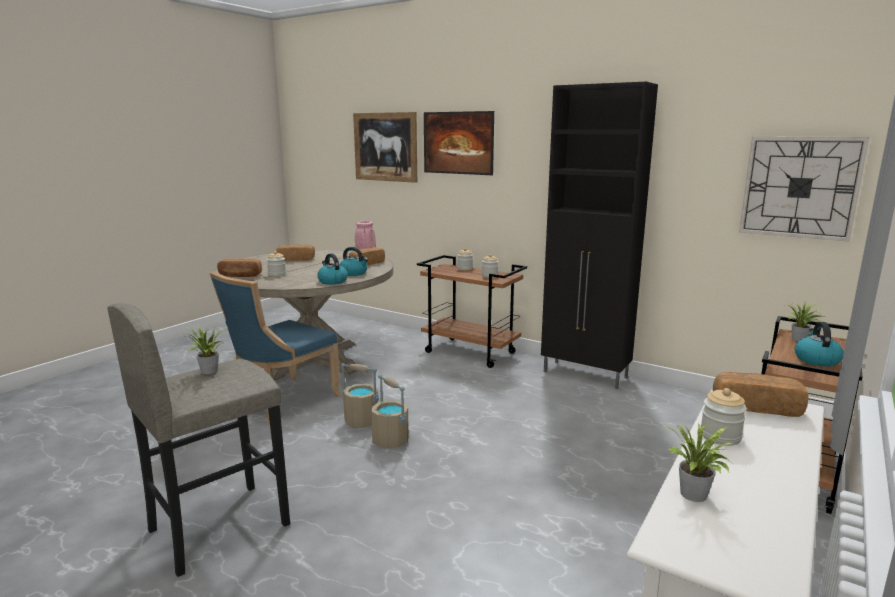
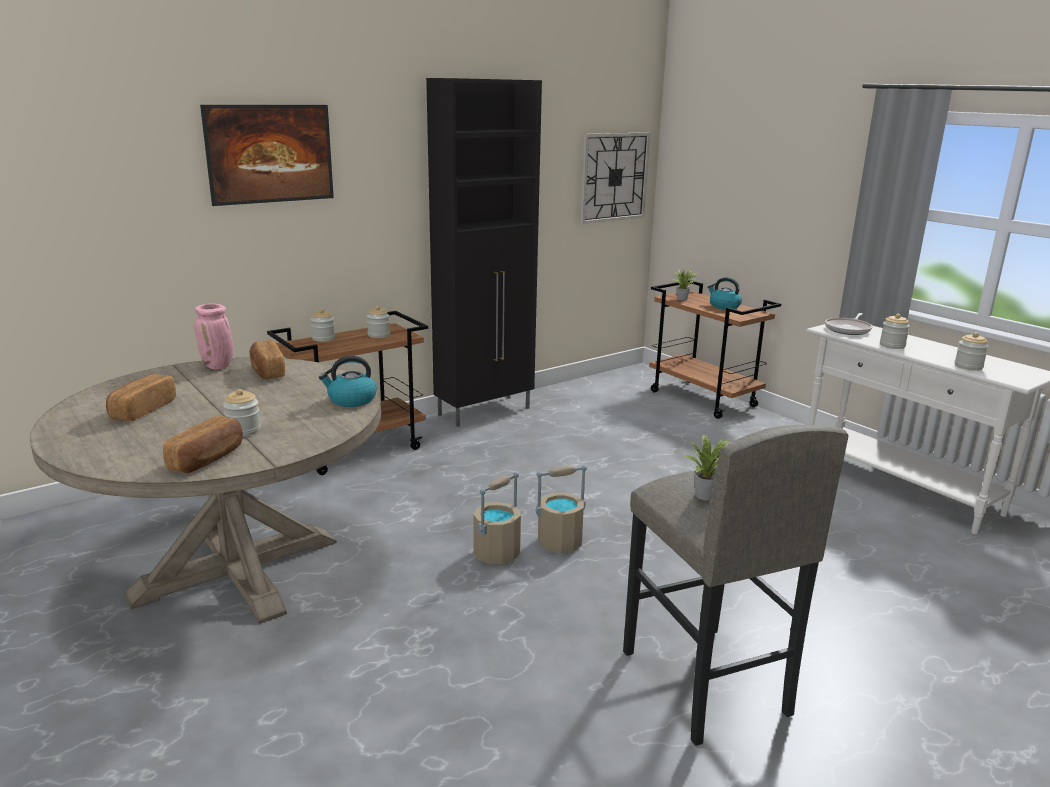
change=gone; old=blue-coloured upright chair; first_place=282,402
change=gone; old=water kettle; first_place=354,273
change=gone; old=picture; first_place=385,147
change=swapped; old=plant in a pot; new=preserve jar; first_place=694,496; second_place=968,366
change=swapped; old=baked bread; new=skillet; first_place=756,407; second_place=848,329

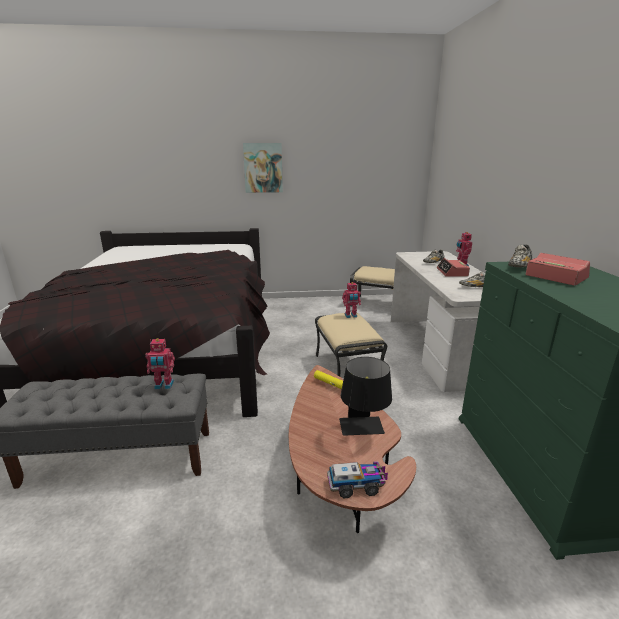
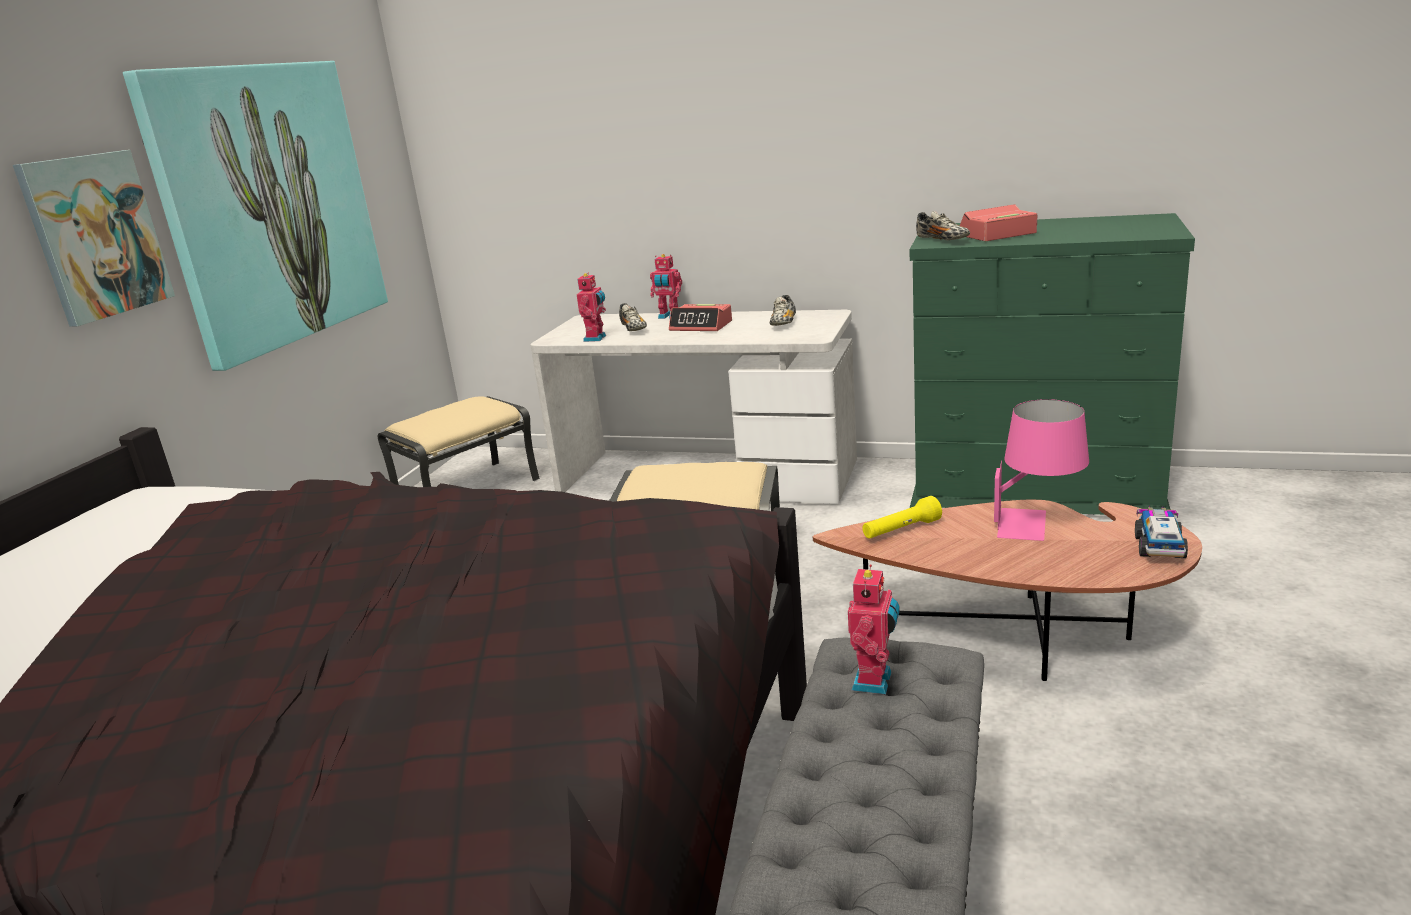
change=repainted; old=black lamp for a table; new=pink lamp for a table; first_place=363,431; second_place=1038,524
change=shifted; old=toy robot; first_place=351,316; second_place=596,338
change=new; new=picture; second_place=269,206

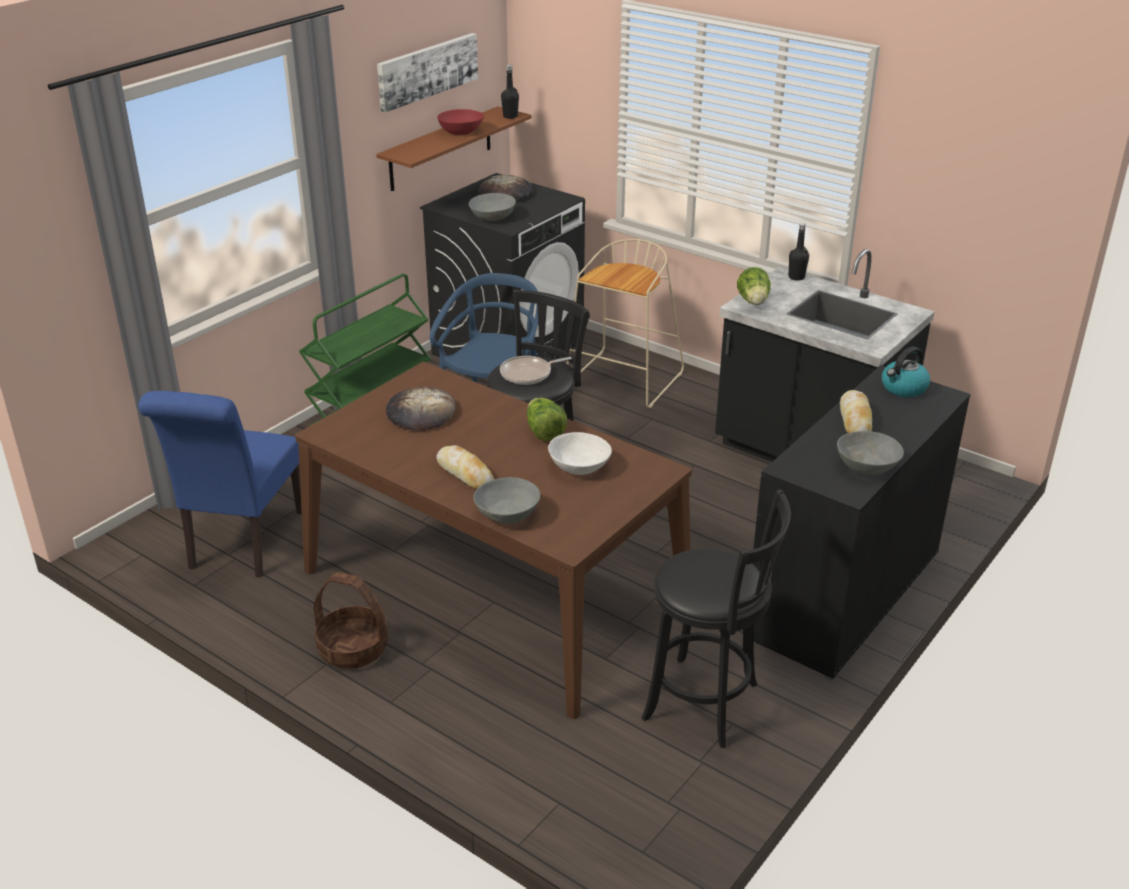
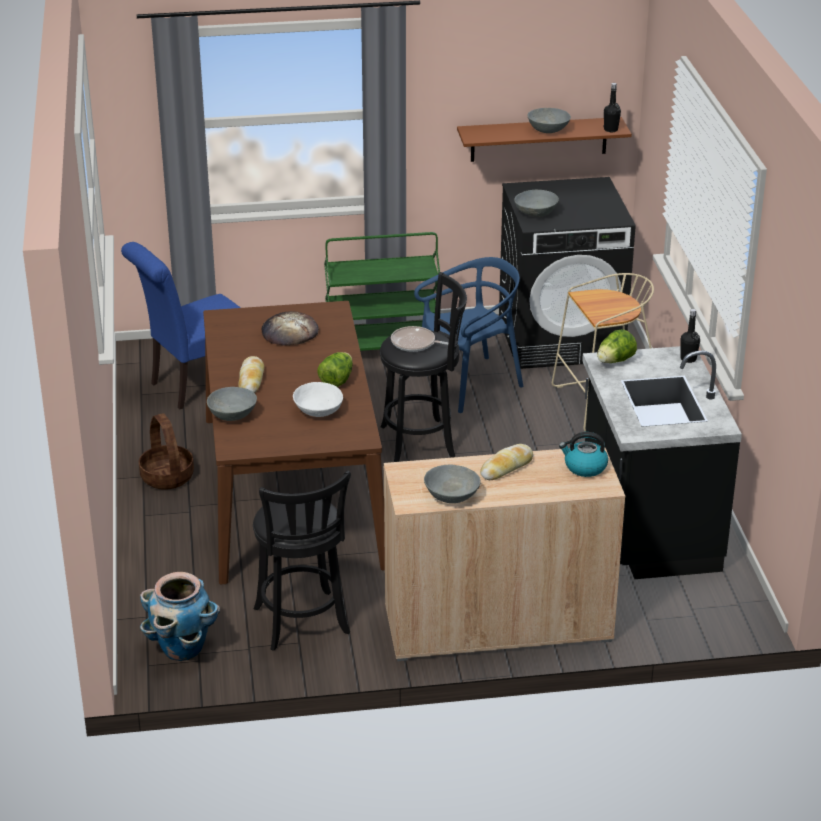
change=gone; old=picture; first_place=427,71
change=repainted; old=reddish bowl; new=grey bowl; first_place=461,132; second_place=548,130
change=gone; old=baked bread; first_place=506,193
change=repainted; old=black cabinet; new=beige-coloured cabinet; first_place=844,595; second_place=497,624
change=new; new=plant pot; second_place=183,649

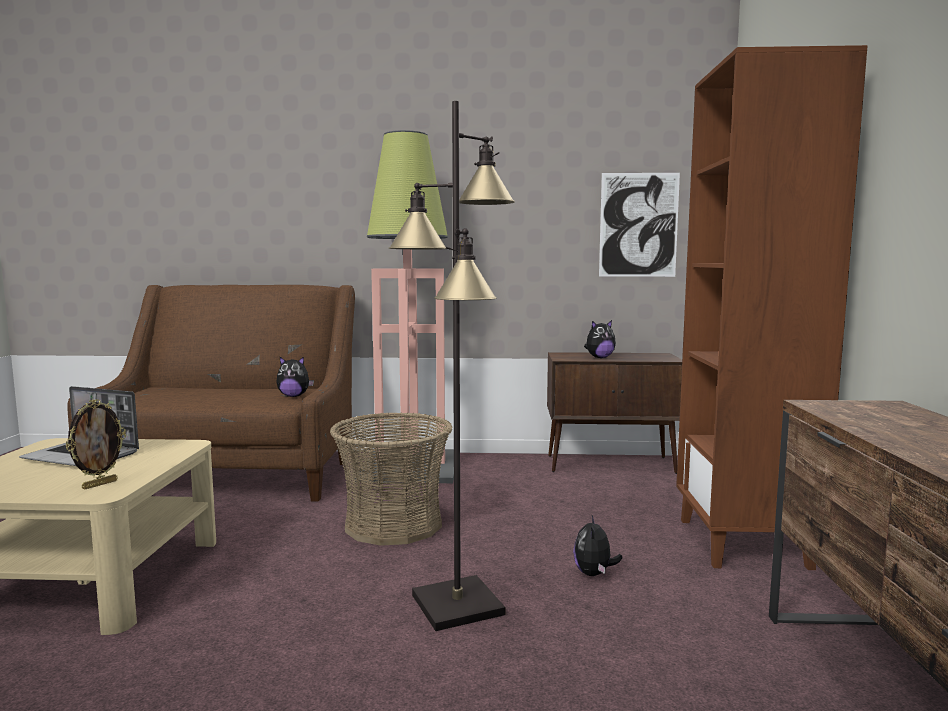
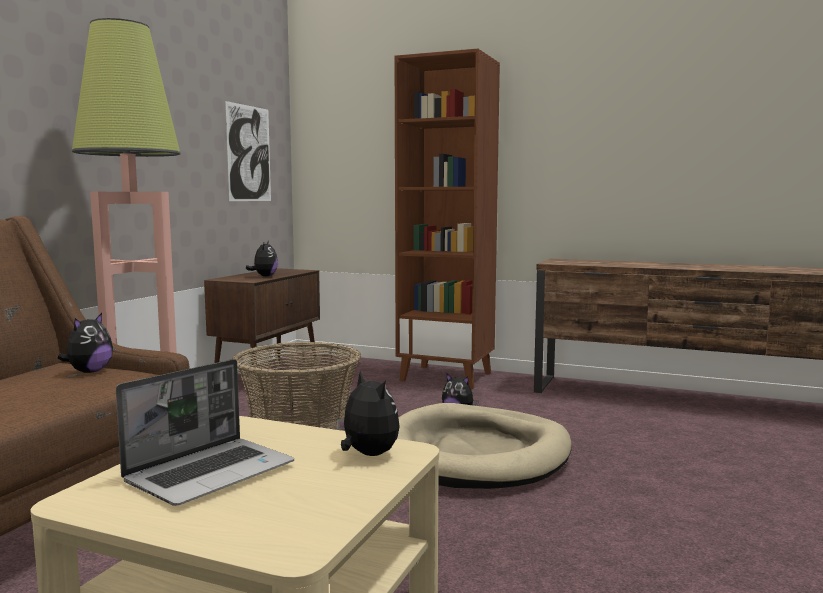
change=swapped; old=picture frame; new=soft toy; first_place=99,484; second_place=367,454
change=swapped; old=black floor lamp; new=beige-coloured dog cushion; first_place=459,605; second_place=475,454

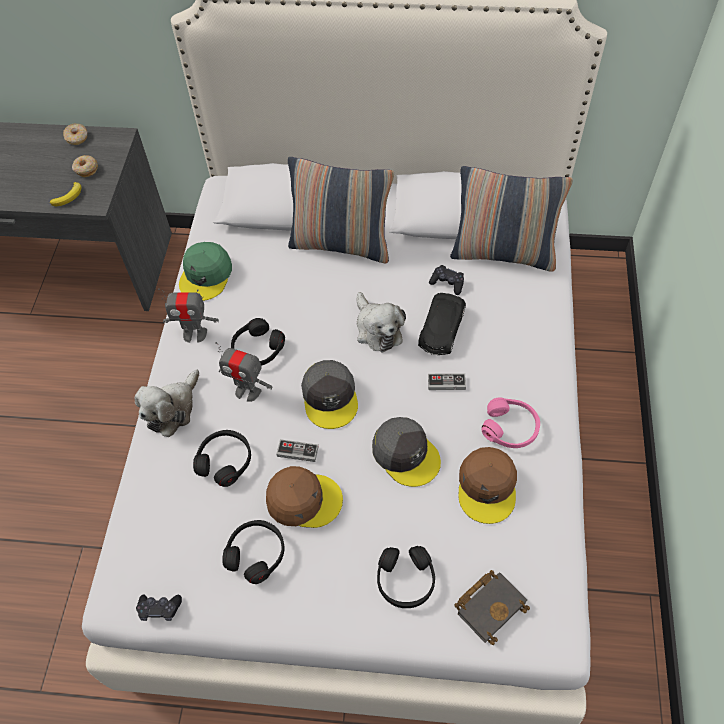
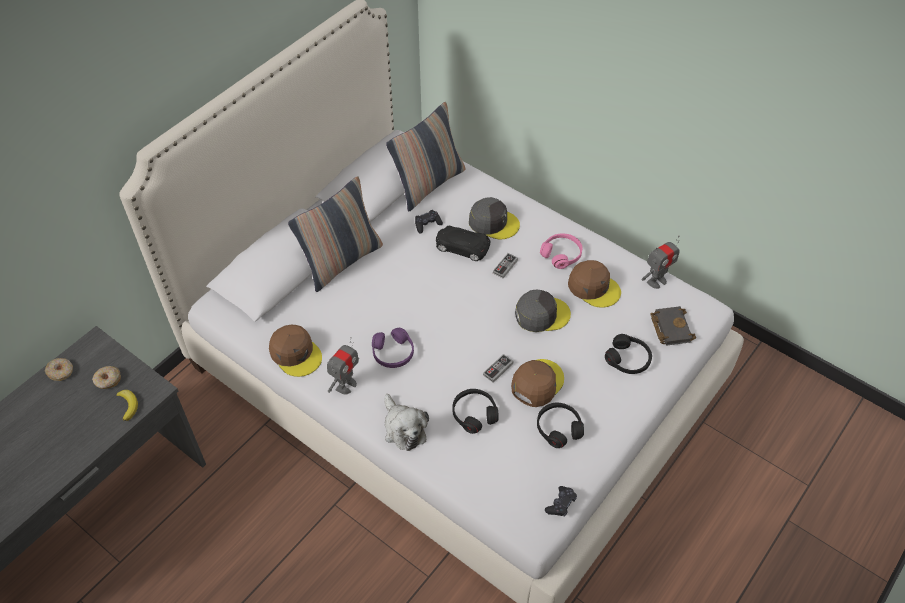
change=repainted; old=green-coloured cap; new=brown-coloured cap; first_place=206,275; second_place=296,353
change=shifted; old=toy robot; first_place=247,391; second_place=656,281
change=repainted; old=black pair of headphones; new=purple pair of headphones; first_place=257,349; second_place=393,353
change=shifted; old=grey cap; first_place=330,397; second_place=493,222
change=gone; old=soft toy; first_place=377,329
change=rotated; old=black miniature car; first_place=441,329; second_place=462,247; degrees=150

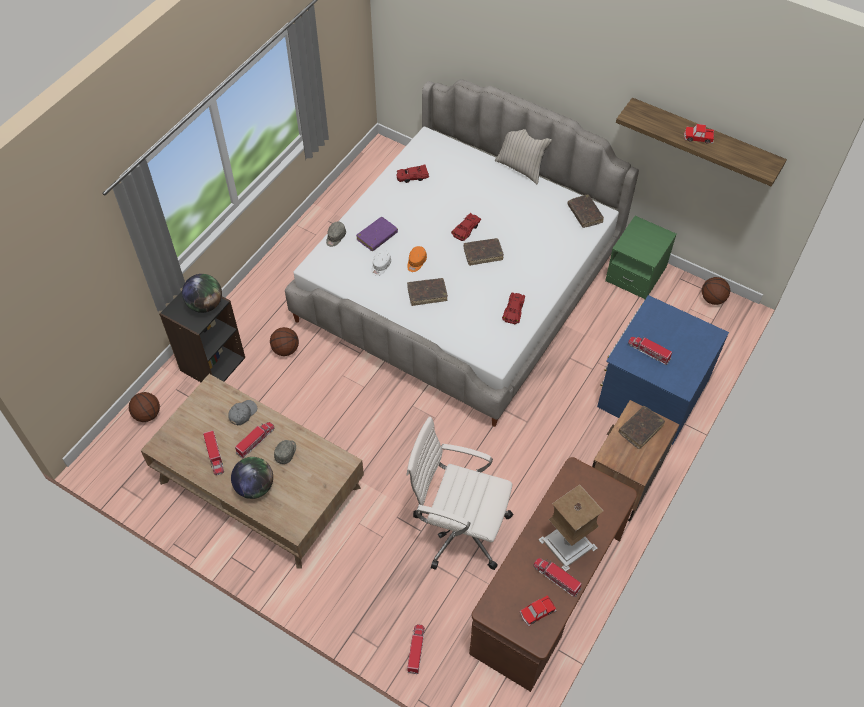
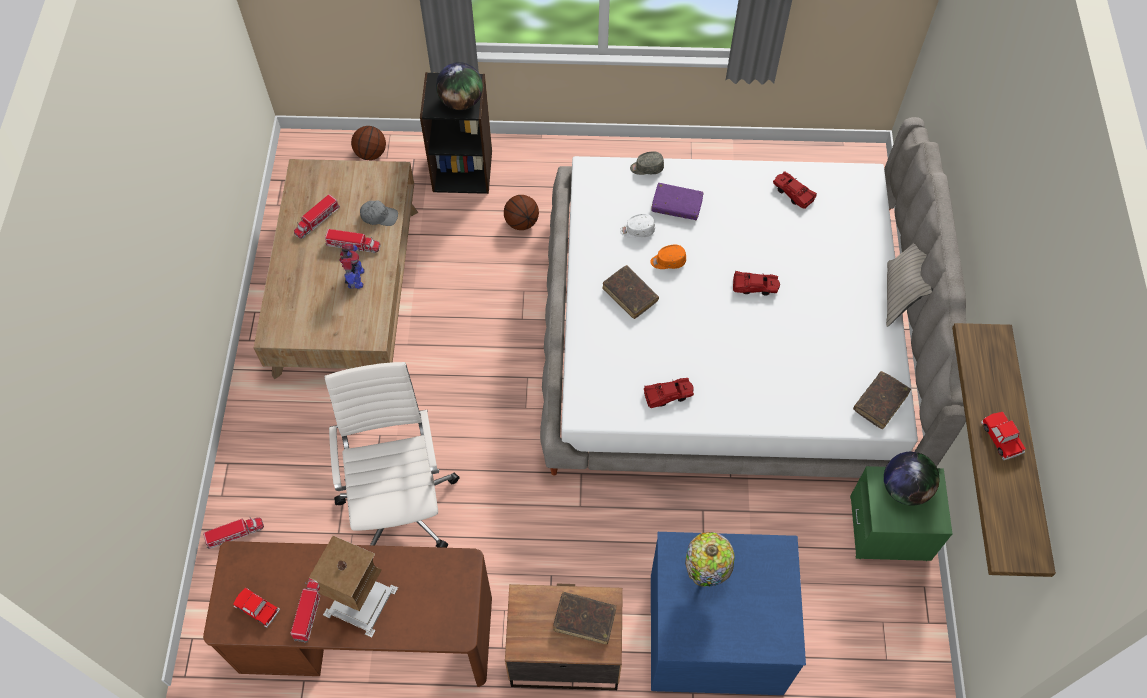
change=shifted; old=desk globe; first_place=255,487; second_place=904,488
change=swapped; old=grey cap; new=toy robot; first_place=286,453; second_place=355,279
change=gone; old=brown-coloured volume; first_place=483,254
change=swapped; old=toy truck; new=lamp for a table; first_place=649,352; second_place=704,576
change=gone; old=ball for basketball; first_place=713,299

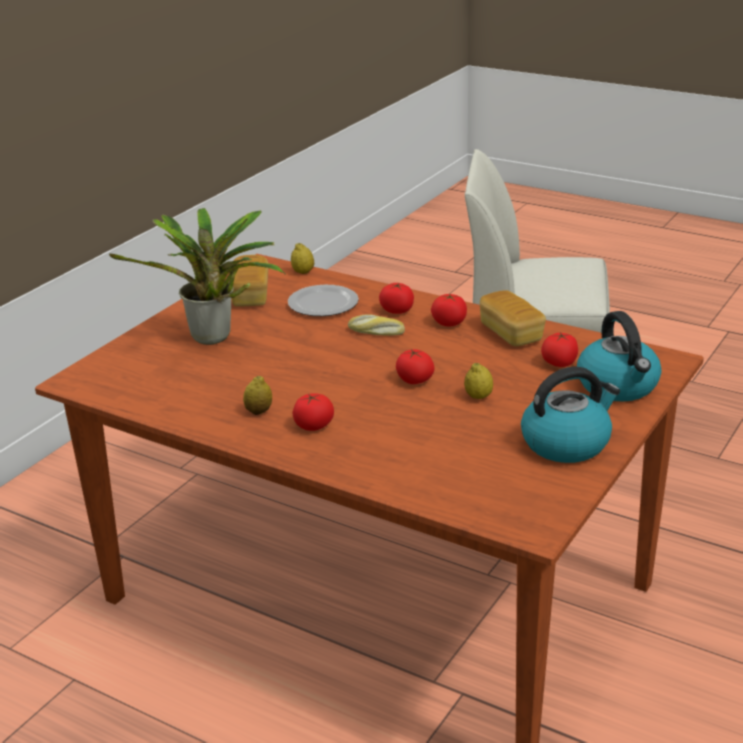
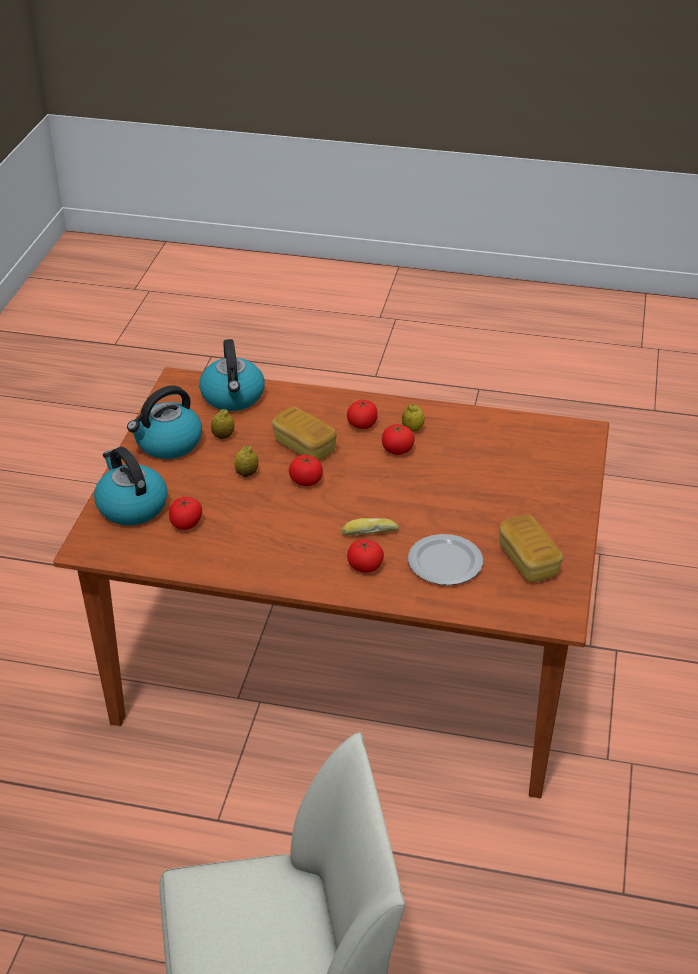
change=gone; old=plant in a pot; first_place=214,340
change=shifted; old=whole lemon; first_place=303,272; second_place=223,436
change=shifted; old=whole tomato; first_place=449,323; second_place=397,450
change=shifted; old=baked bread; first_place=511,333; second_place=304,446
change=new; new=water kettle; second_place=233,397

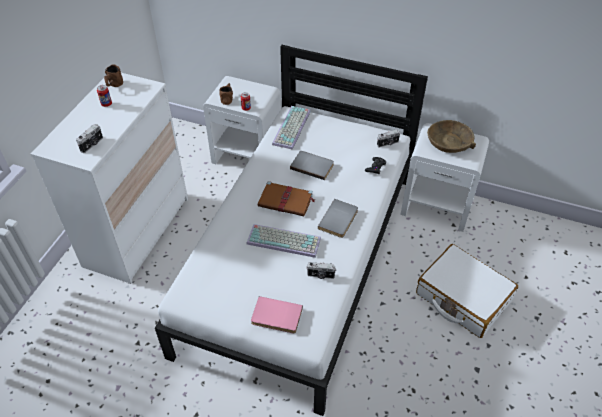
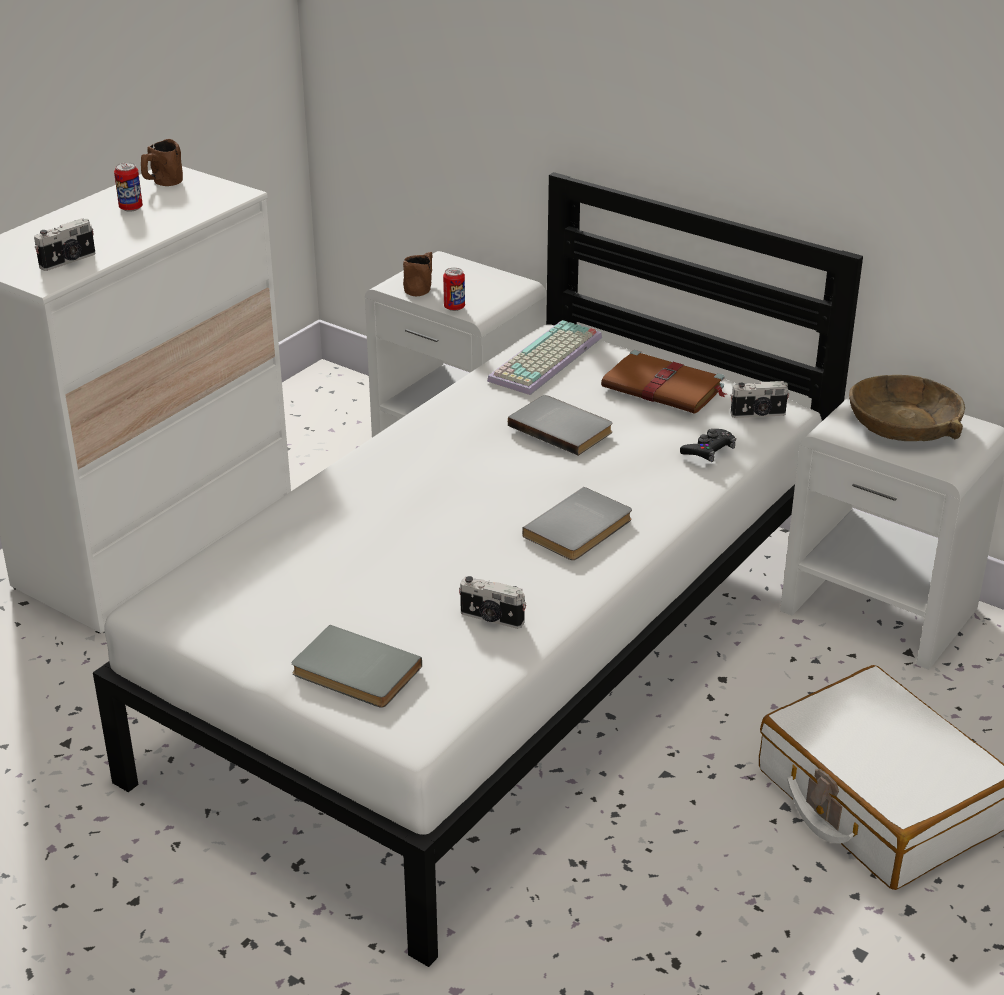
change=gone; old=computer keyboard; first_place=285,240
change=repainted; old=pink volume; new=grey volume; first_place=276,317; second_place=354,673
change=shifted; old=brown-coloured volume; first_place=286,201; second_place=664,388

